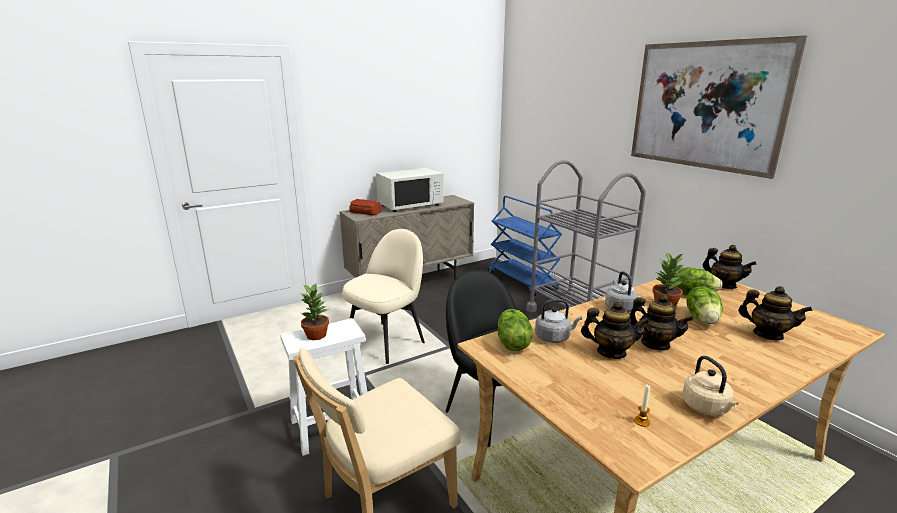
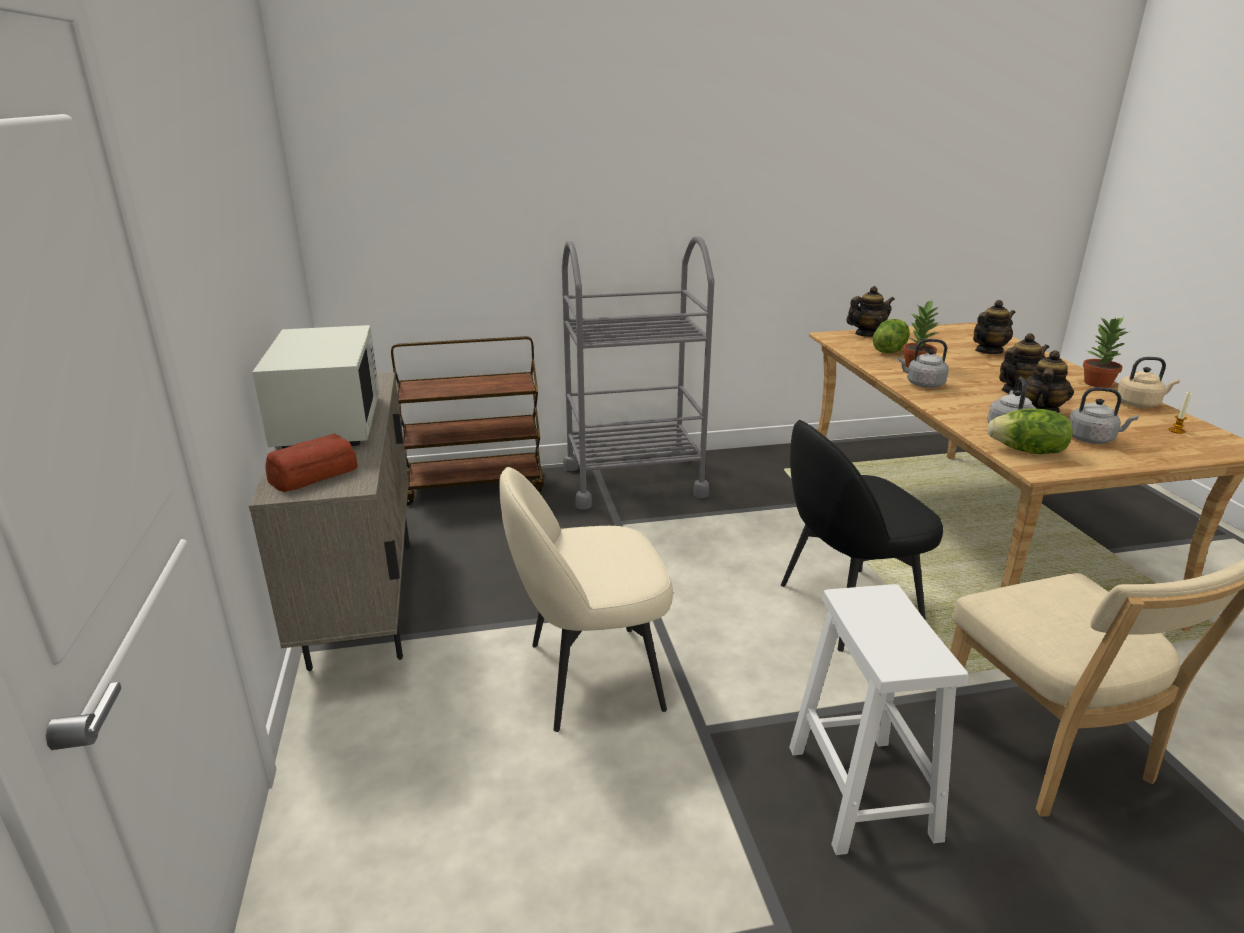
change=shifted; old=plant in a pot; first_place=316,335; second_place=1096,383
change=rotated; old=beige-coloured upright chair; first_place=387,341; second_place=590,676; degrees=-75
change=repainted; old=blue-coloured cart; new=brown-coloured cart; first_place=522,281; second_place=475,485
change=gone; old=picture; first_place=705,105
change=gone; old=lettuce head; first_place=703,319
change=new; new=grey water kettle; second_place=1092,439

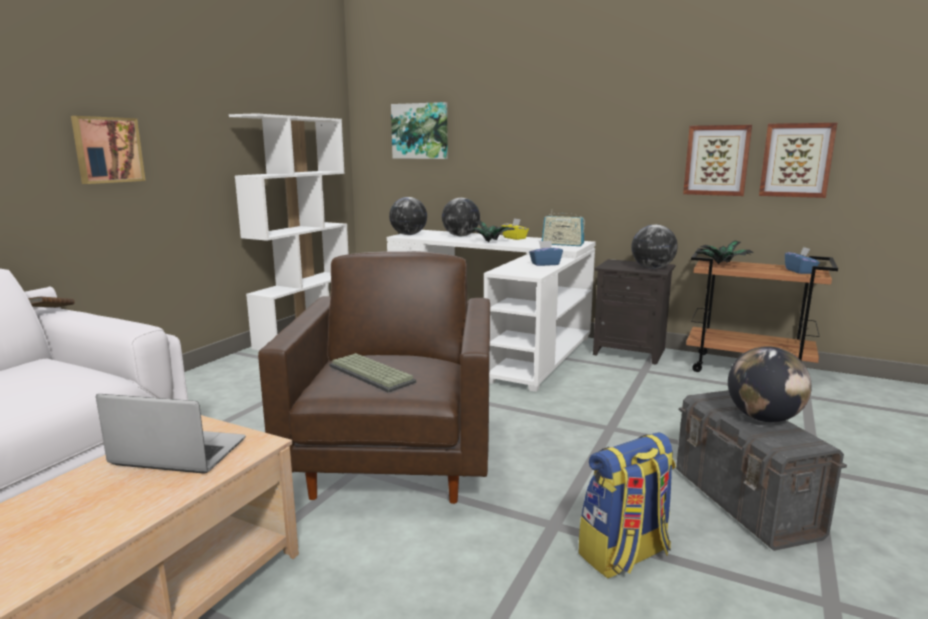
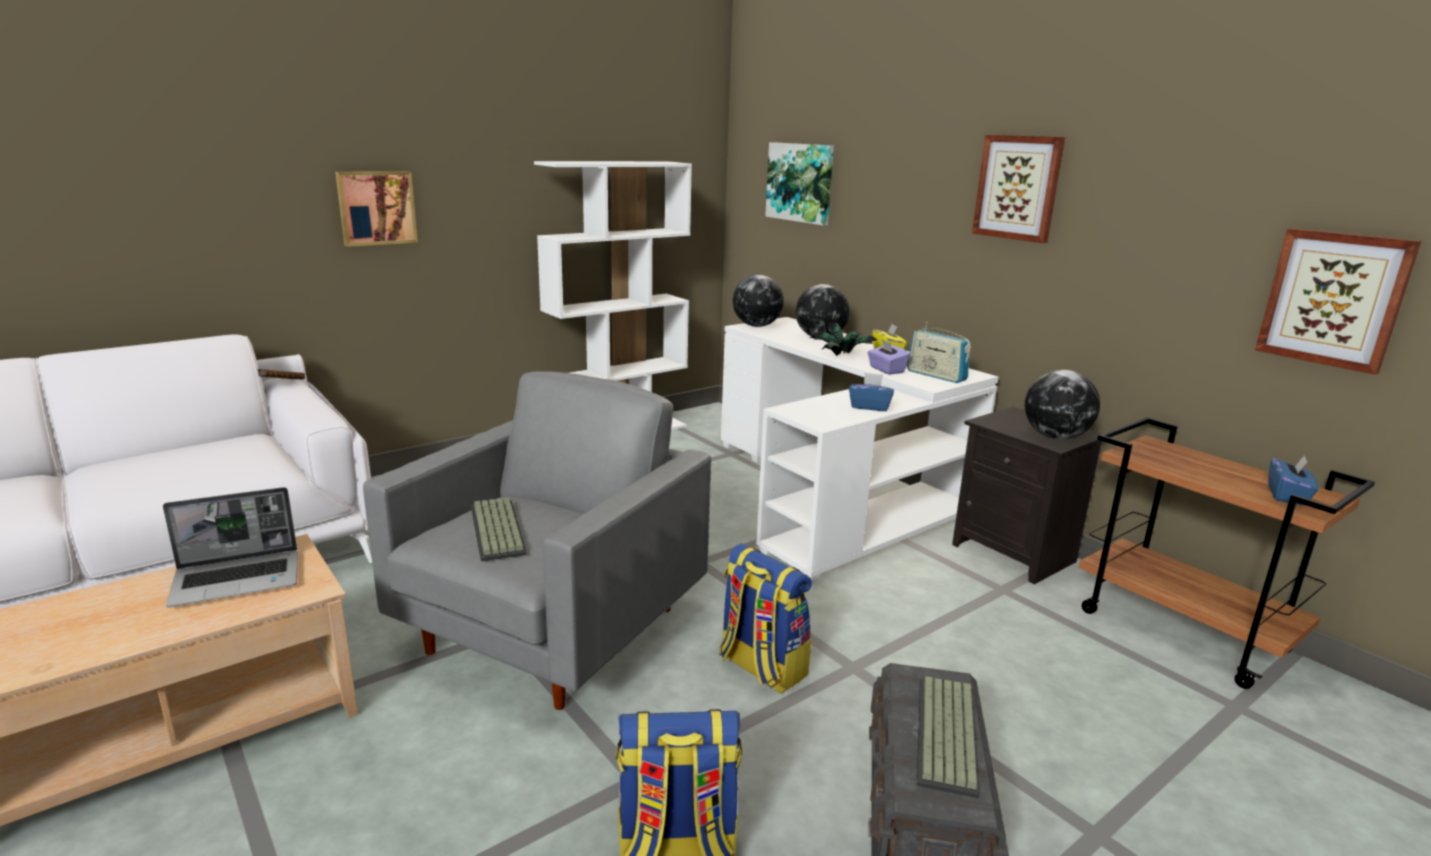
change=rotated; old=notebook computer; first_place=177,453; second_place=238,579; degrees=120
change=repainted; old=brown-coloured lounge chair; new=grey lounge chair; first_place=395,460; second_place=552,632
change=shifted; old=picture; first_place=716,160; second_place=1018,187
change=gone; old=plant in a pot; first_place=722,264
change=swapped; old=desk globe; new=computer keyboard; first_place=763,418; second_place=949,736
change=new; new=knapsack; second_place=760,667
change=new; new=purple tissue holder; second_place=886,370

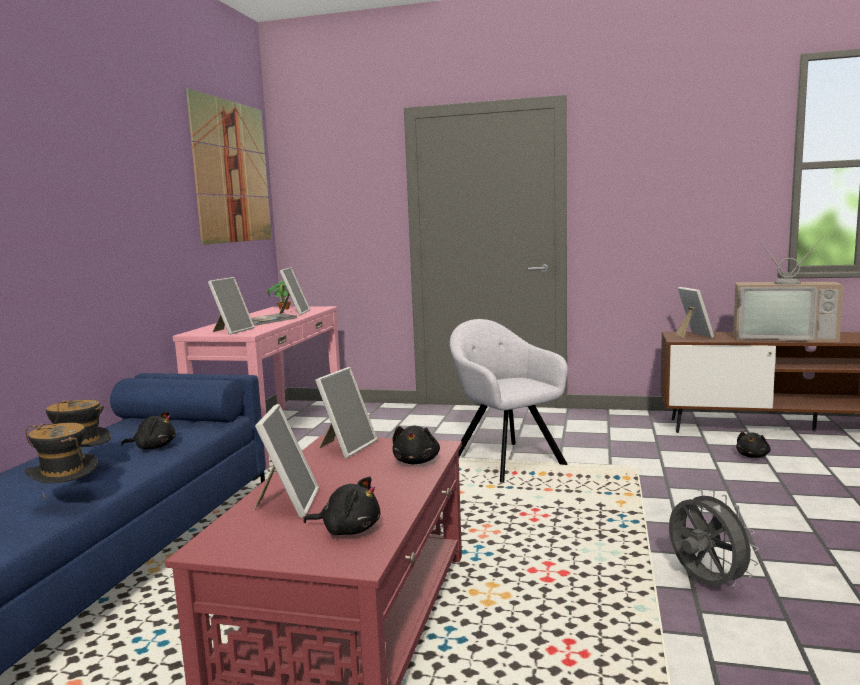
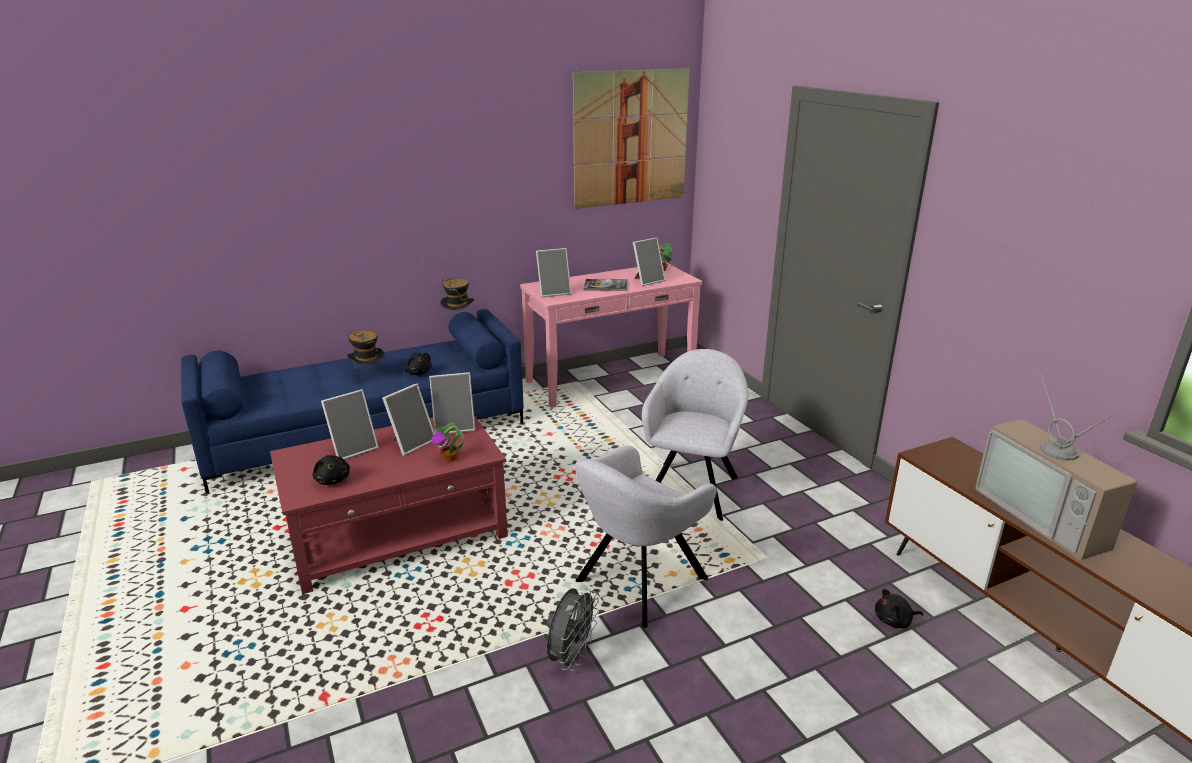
change=shifted; old=hat; first_place=67,503; second_place=458,320
change=swapped; old=black soft toy; new=plant in a pot; first_place=417,461; second_place=450,458
change=shifted; old=picture frame; first_place=692,336; second_place=411,443
change=new; new=grey lounge chair; second_place=637,582

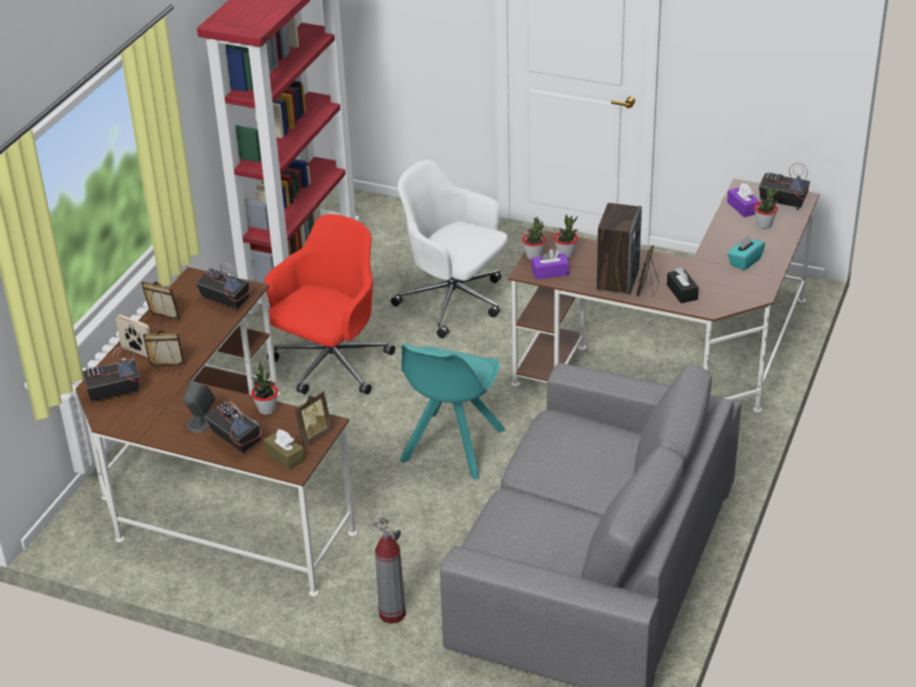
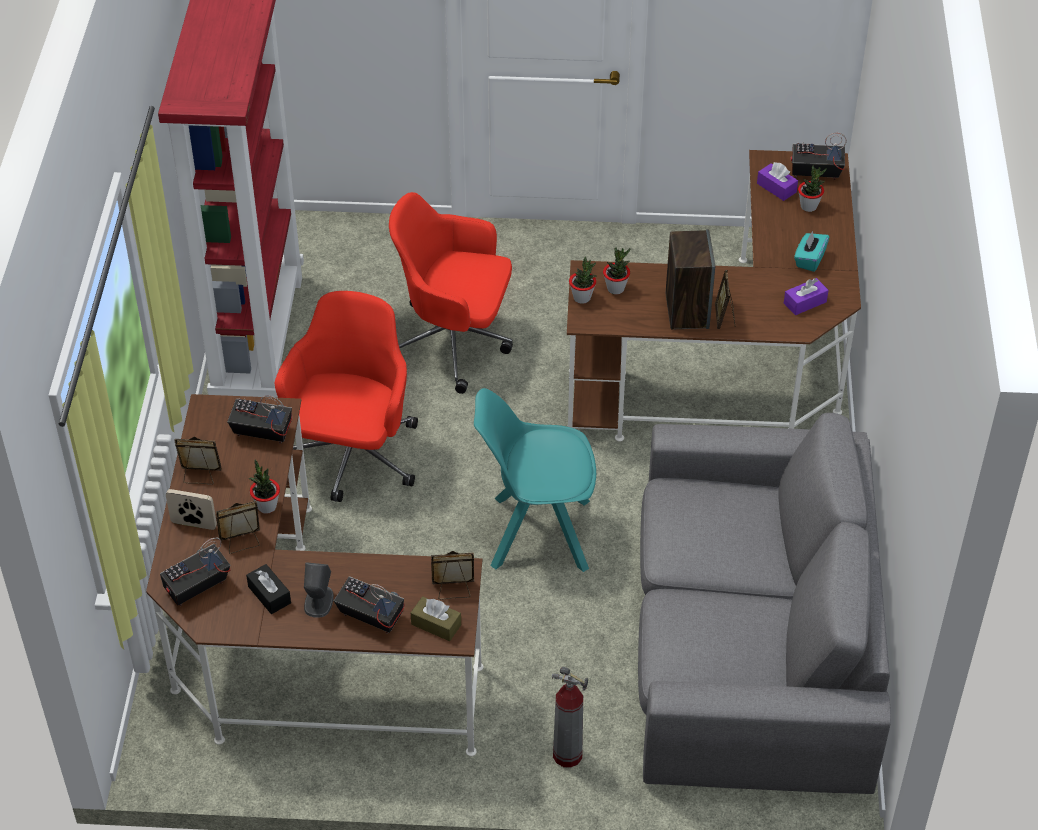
change=shifted; old=plant in a pot; first_place=266,409; second_place=267,506
change=rotated; old=picture frame; first_place=312,435; second_place=453,590; degrees=-120
change=repainted; old=white desk chair; new=reddish desk chair; first_place=454,302; second_place=454,342
change=rotated; old=turquoise upright chair; first_place=451,447; second_place=536,533; degrees=90
change=shifted; old=purple tissue holder; first_place=550,272; second_place=805,302
change=shifted; old=black tissue holder; first_place=682,292; second_place=269,595

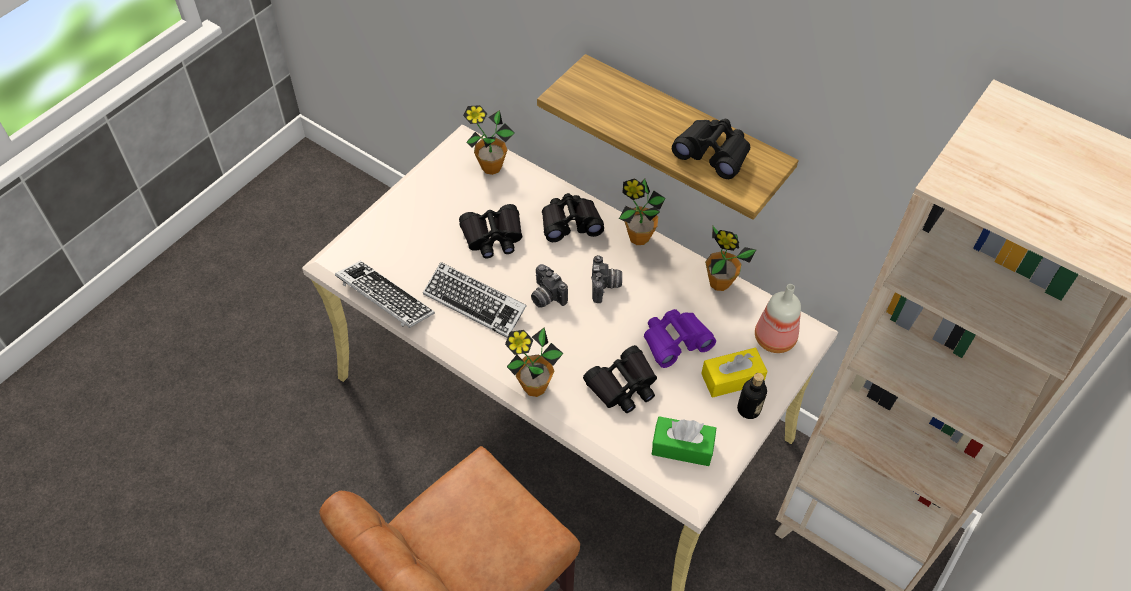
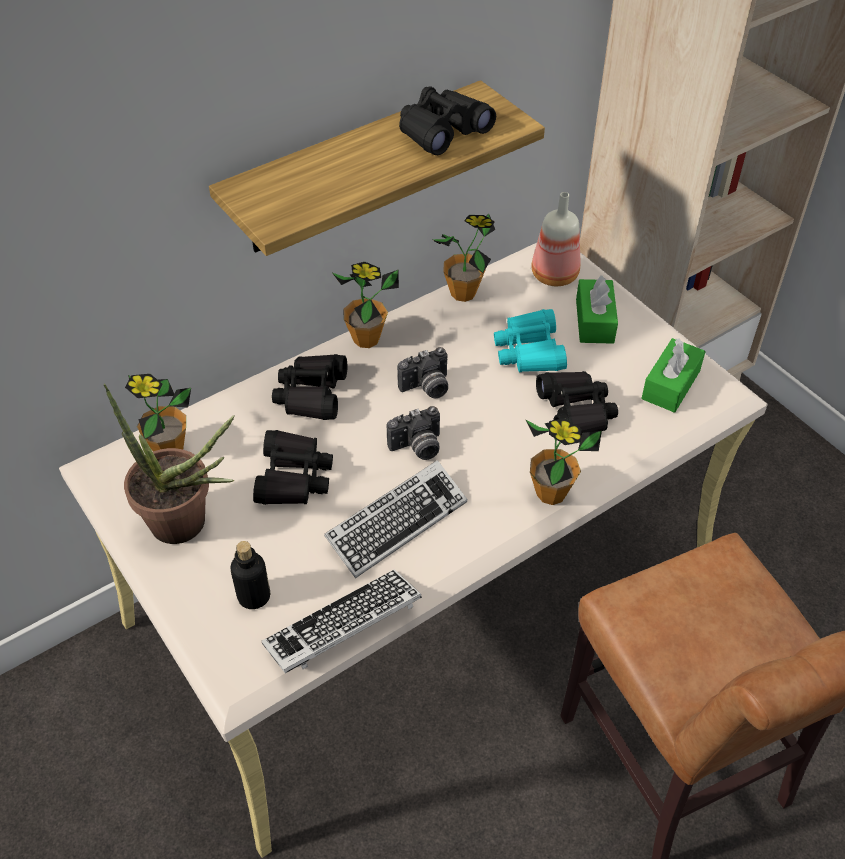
change=rotated; old=still camera; first_place=605,287; second_place=427,388; degrees=135
change=repainted; old=purple pair of binoculars; new=turquoise pair of binoculars; first_place=675,341; second_place=529,351
change=repainted; old=yellowish tissue holder; new=green-coloured tissue holder; first_place=732,378; second_place=594,321
change=shifted; old=bottle; first_place=748,409; second_place=254,596
change=new; new=plant in a pot; second_place=189,527

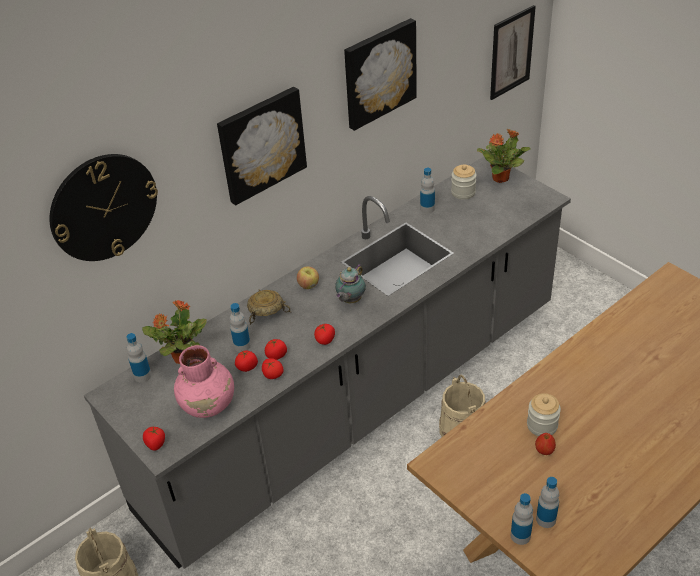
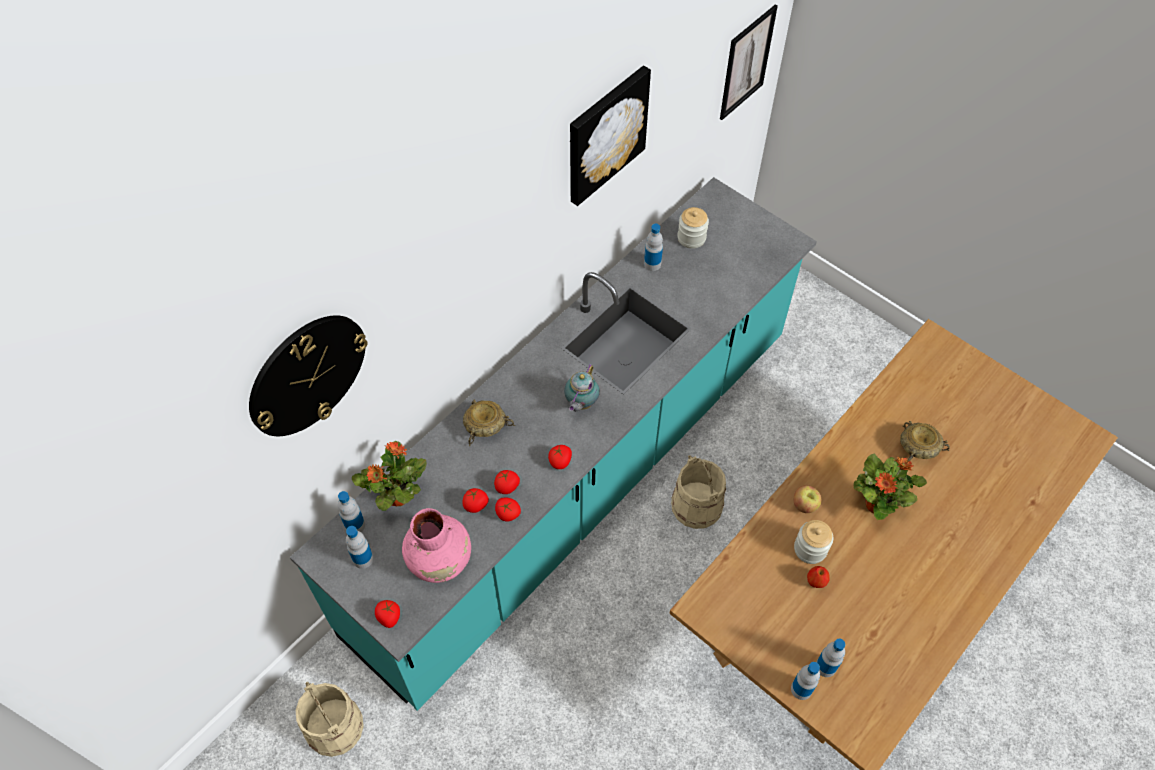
change=repainted; old=grey kitchen counter; new=turquoise kitchen counter; first_place=358,405; second_place=577,482
change=gone; old=picture; first_place=261,144
change=shifted; old=bottle; first_place=242,346; second_place=363,559
change=shifted; old=whole apple; first_place=308,285; second_place=805,505
change=shifted; old=plant in a pot; first_place=501,178; second_place=877,504
change=new; new=beige-coloured bowl; second_place=919,448

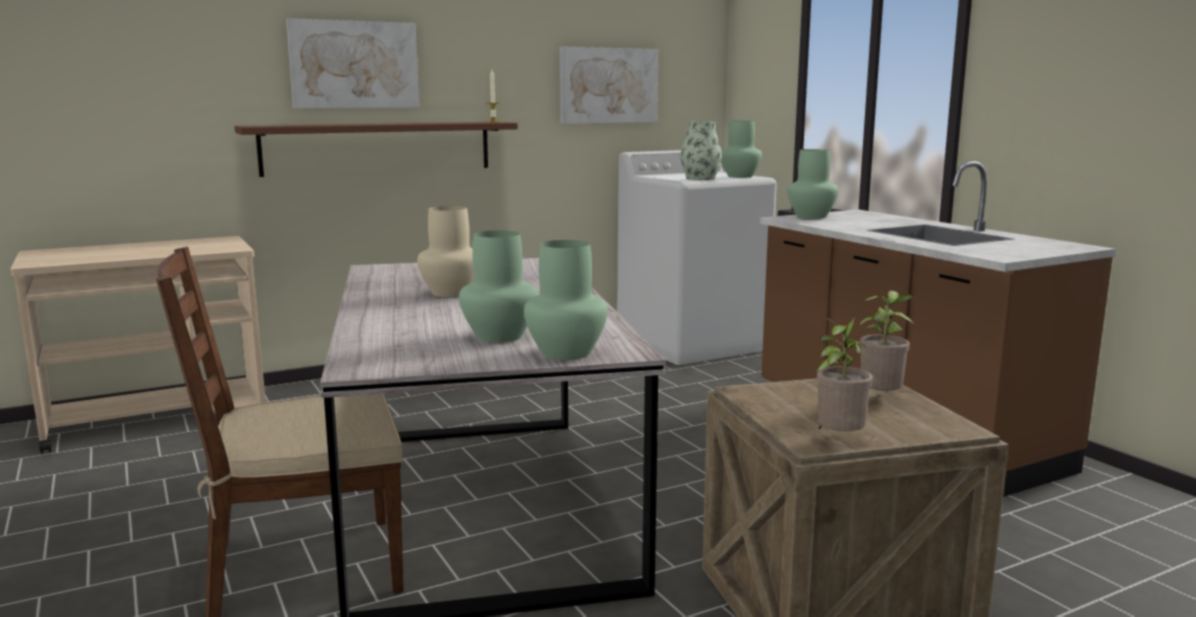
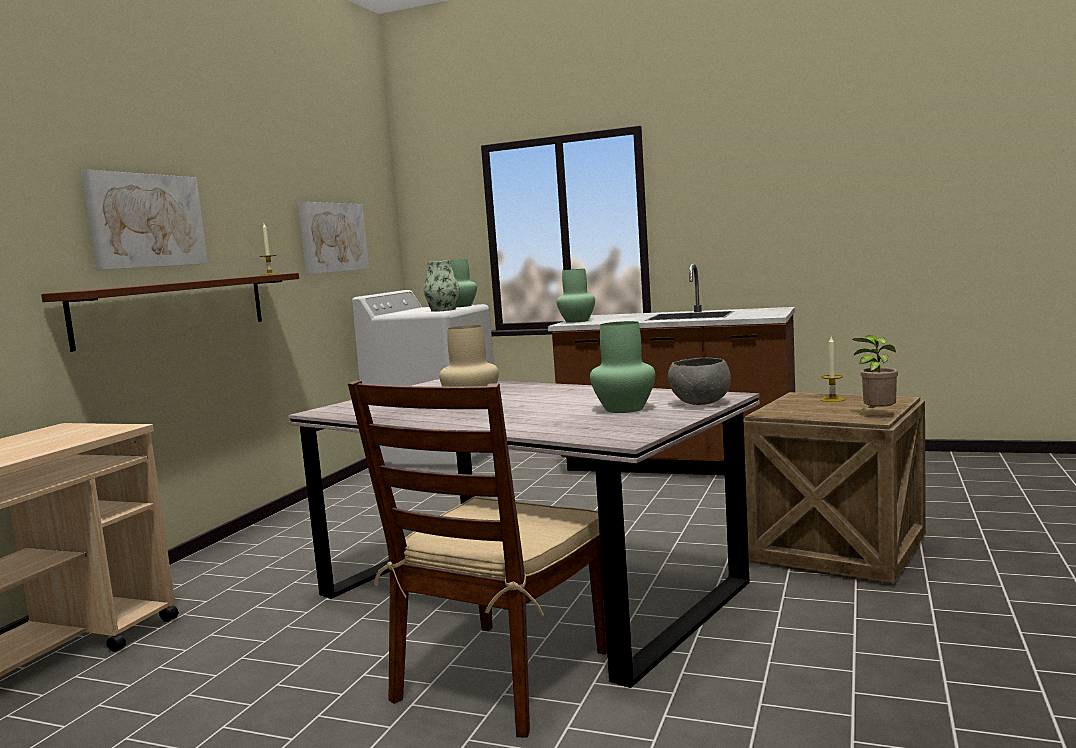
change=swapped; old=green-coloured decorative vase; new=grey bowl; first_place=566,353; second_place=701,403
change=swapped; old=plant in a pot; new=candle; first_place=881,400; second_place=832,399

